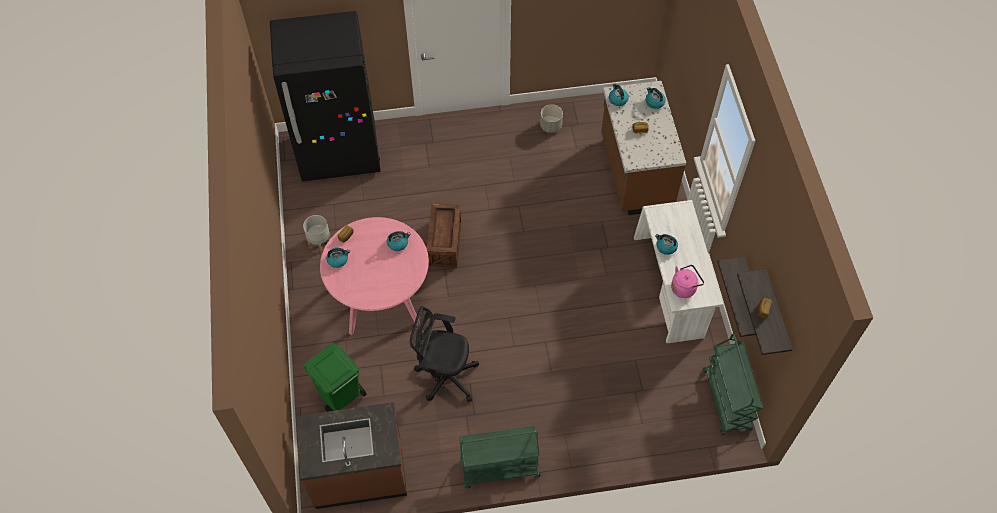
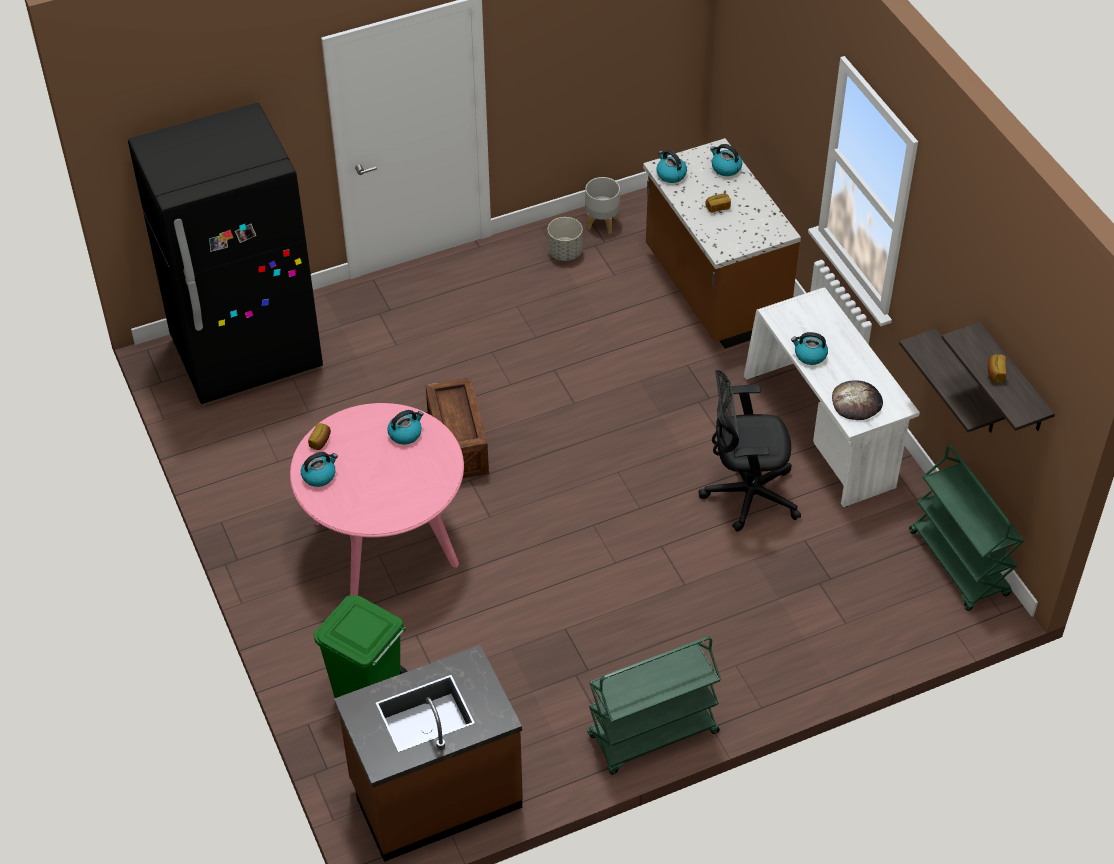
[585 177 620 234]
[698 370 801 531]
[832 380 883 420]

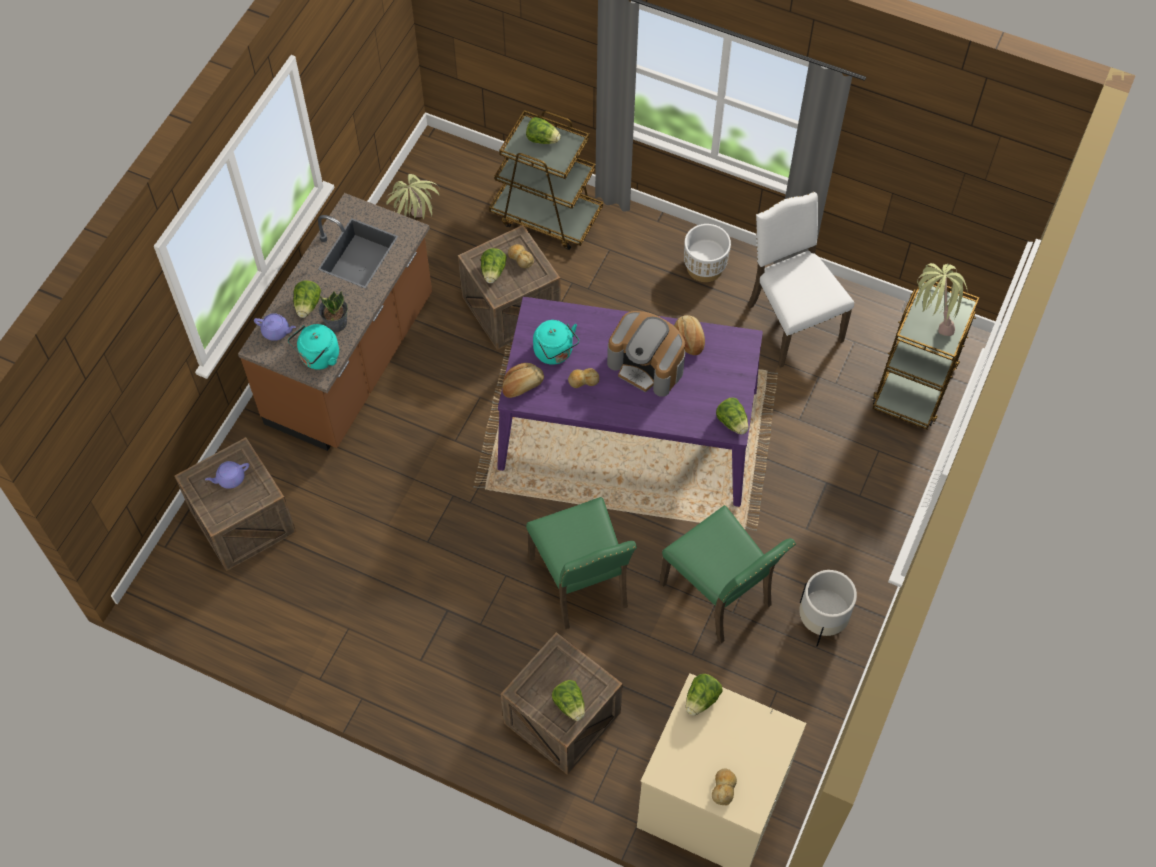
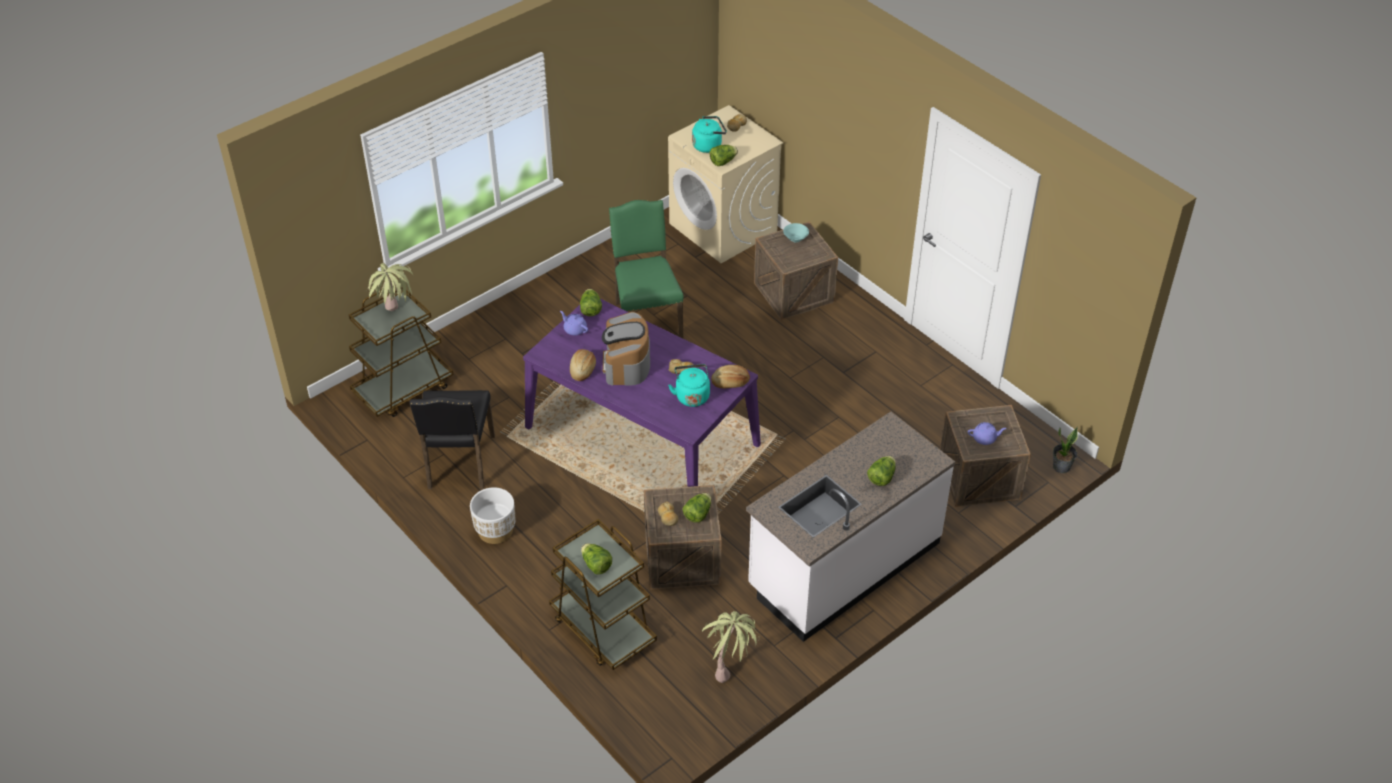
[526 497 637 630] (first image)
[799 570 857 647] (first image)
[560 311 588 336]
[692 116 727 153]
[1053 426 1078 473]
[783 223 809 242]
[746 412 955 642]
[410 390 495 489]
[602 312 650 386]

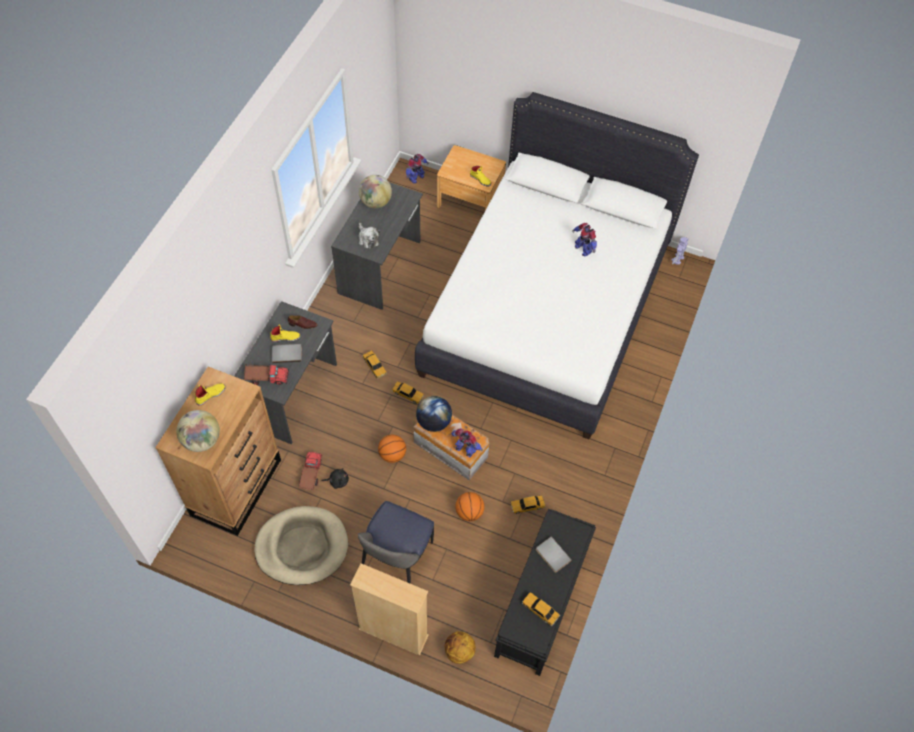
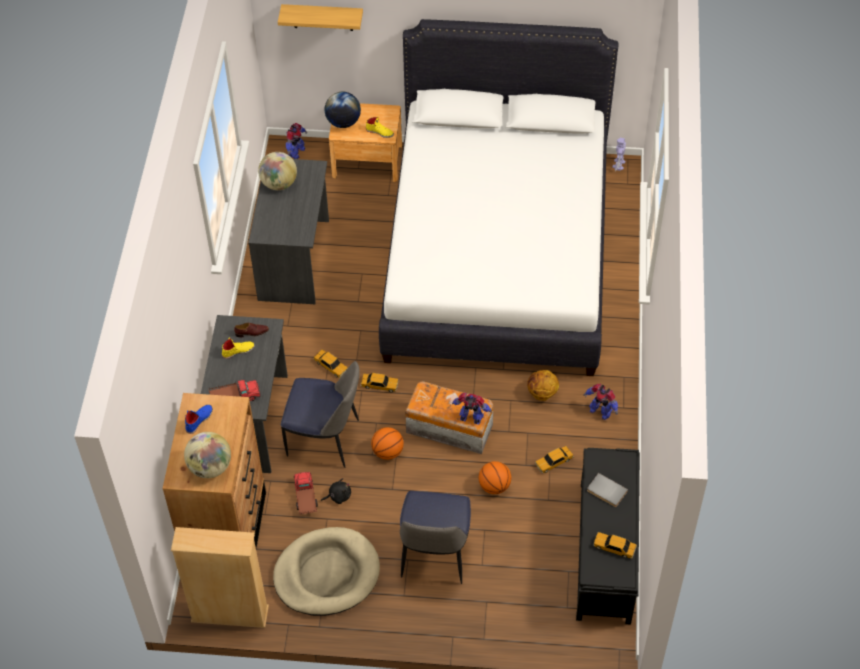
[272 344 302 363] (first image)
[359 223 380 249] (first image)
[278 4 363 31]
[281 361 360 468]
[171 527 269 628]
[325 92 361 128]
[527 370 559 401]
[583 384 618 420]
[185 405 213 434]

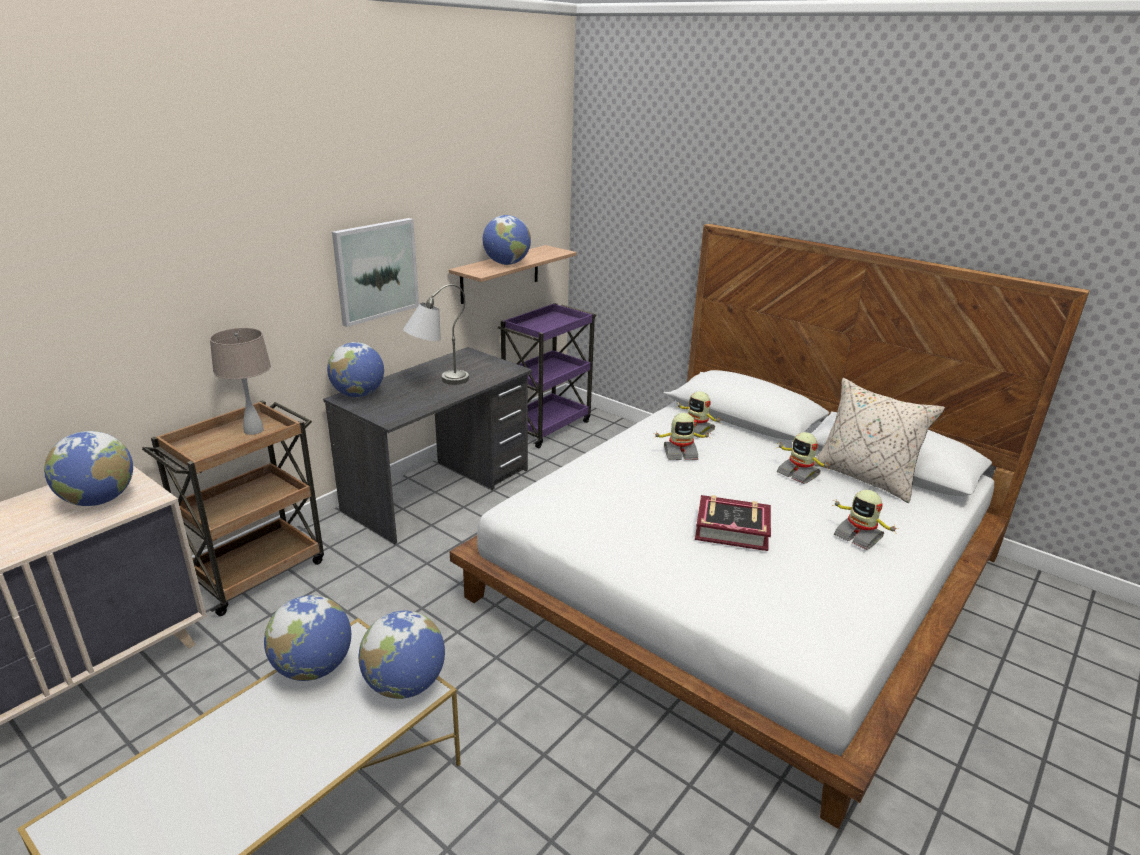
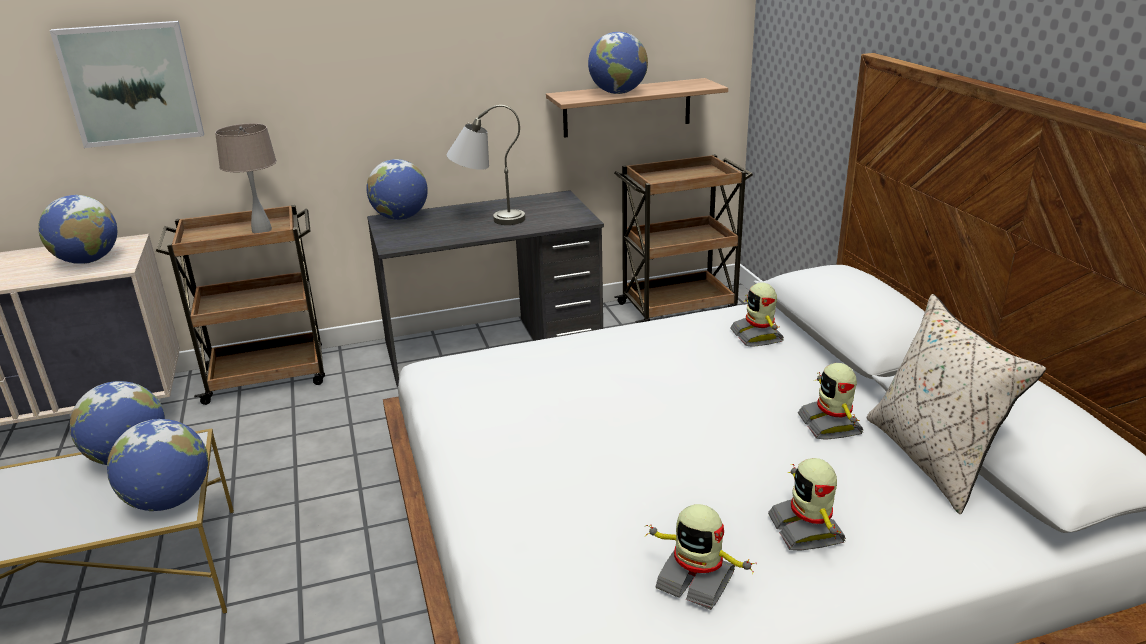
[695 495 771 551] (first image)
[50 21 204 148]
[645 504 757 610]
[614 155 753 323]

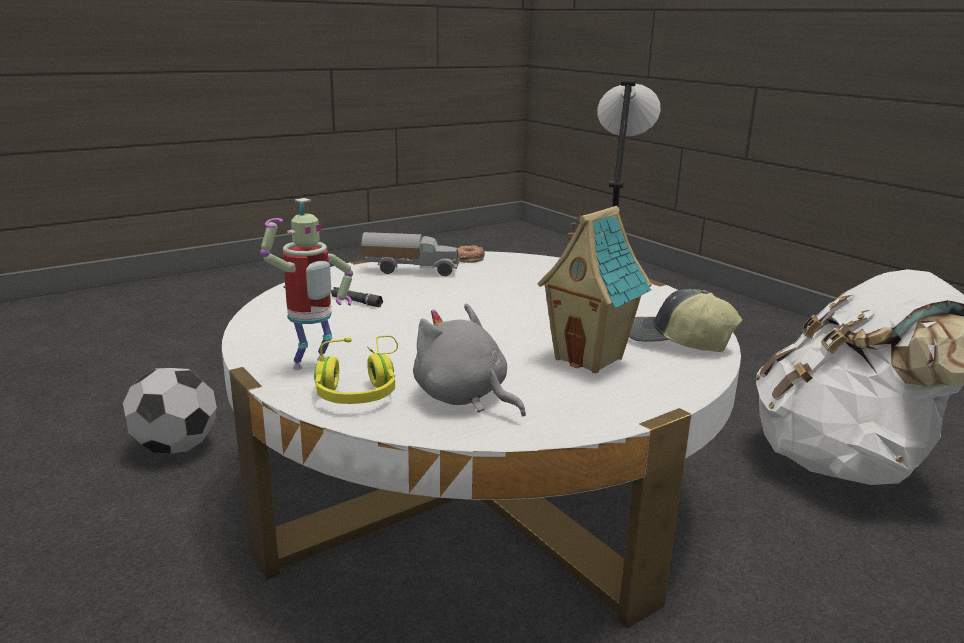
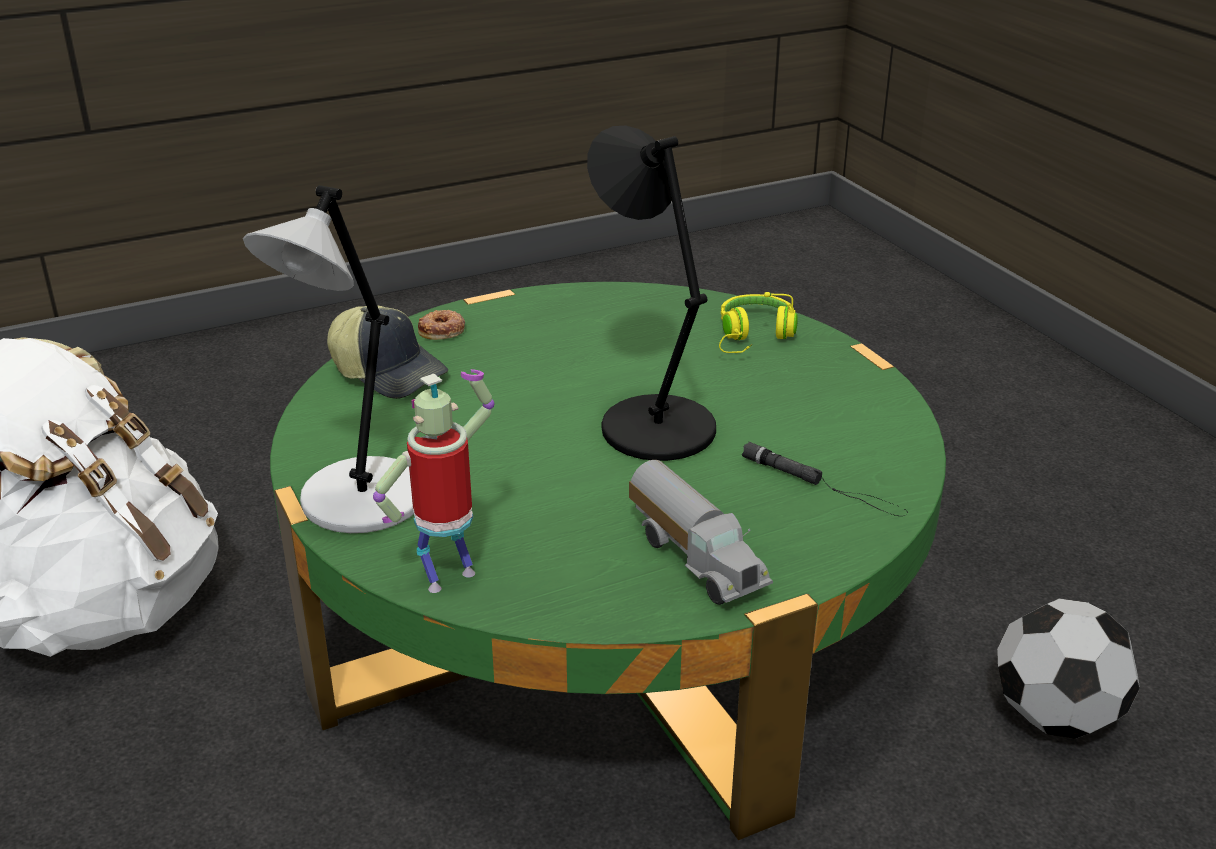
[413 303 526 417] (first image)
[538 206 652 373] (first image)
[587 125 716 461]
[373 369 494 593]
[418 310 465 340]
[270 282 946 840]
[629 460 773 605]

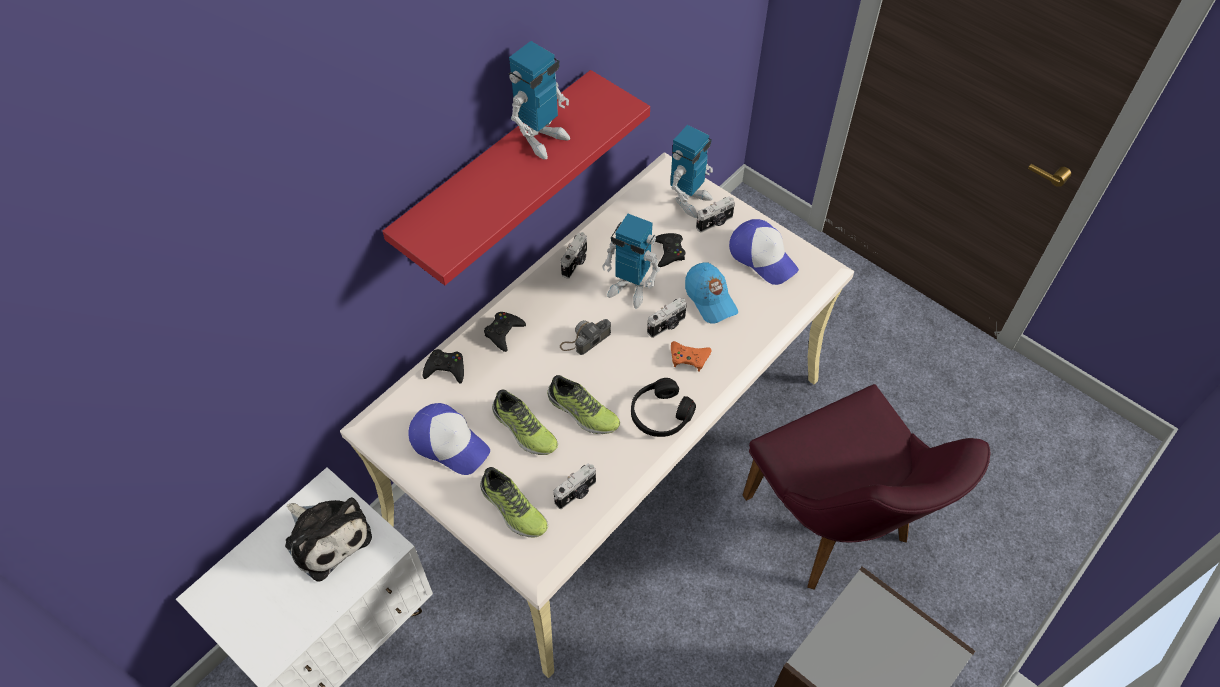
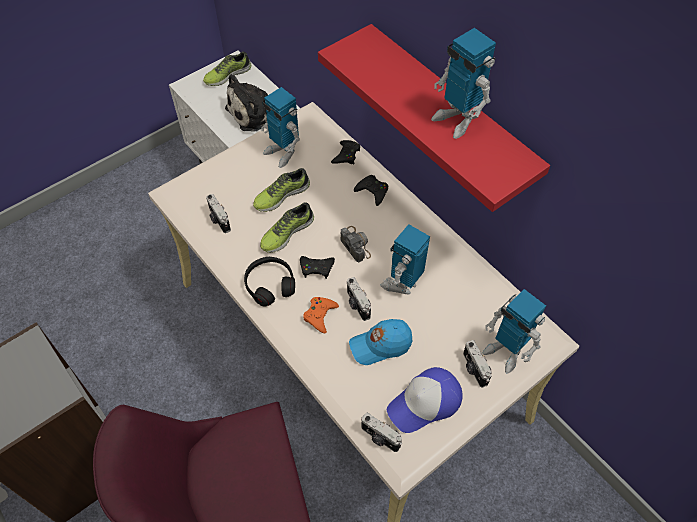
[203 52 251 86]
[361 413 402 452]
[300 256 335 279]
[261 87 300 168]

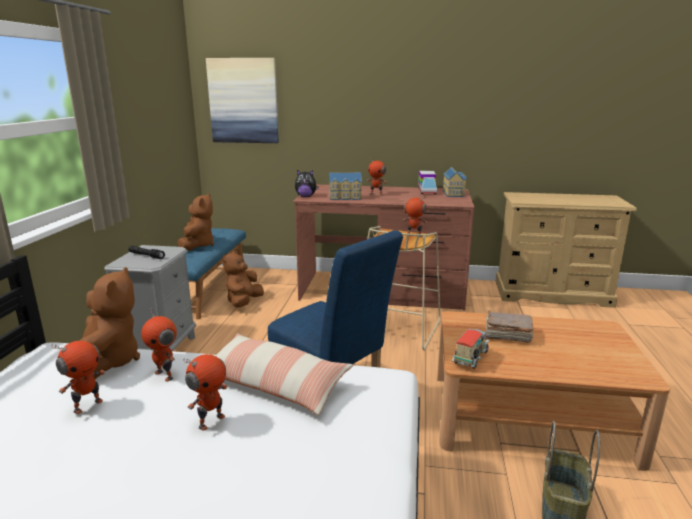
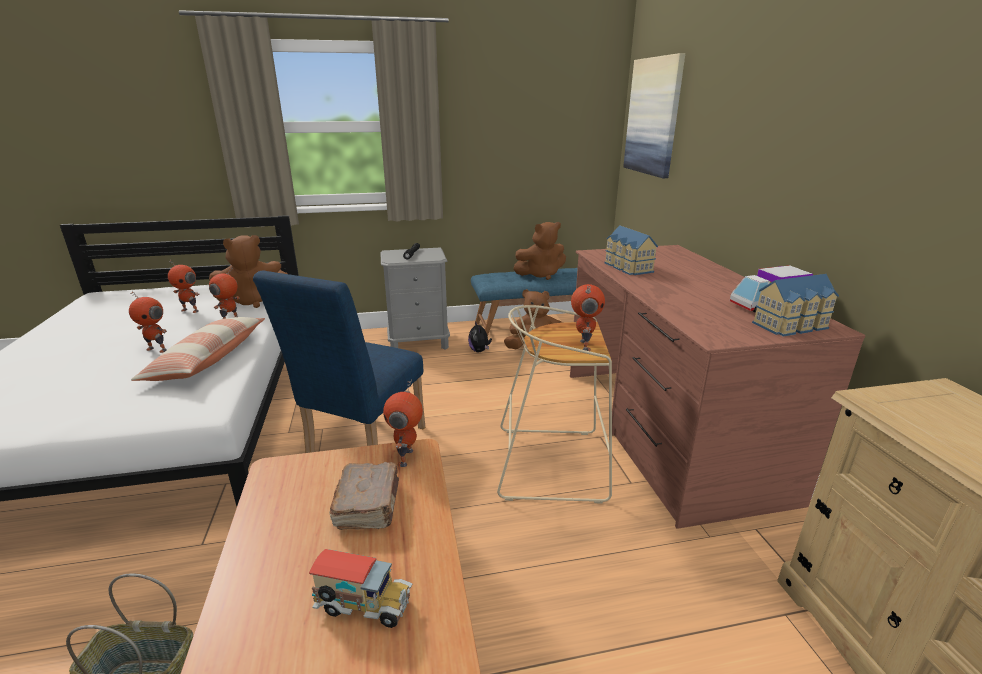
[468 321 492 352]
[383 380 423 467]
[309 549 412 628]

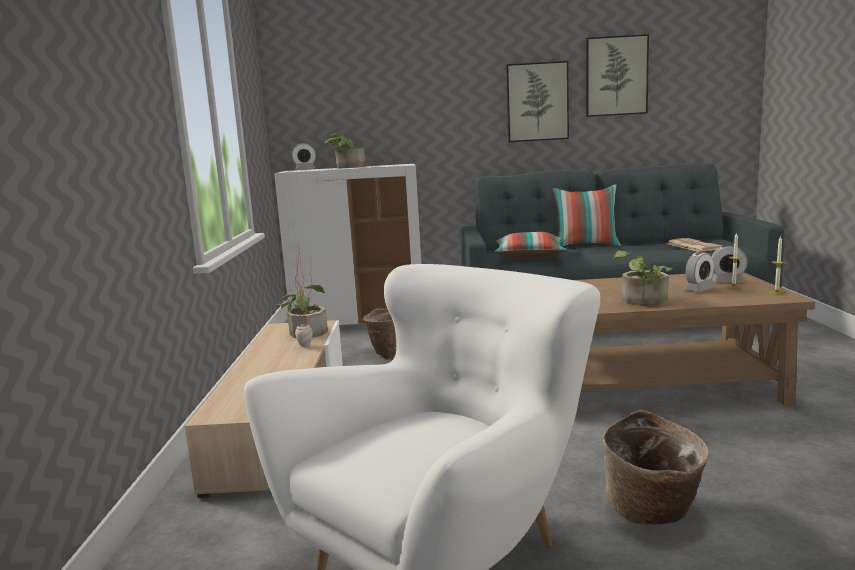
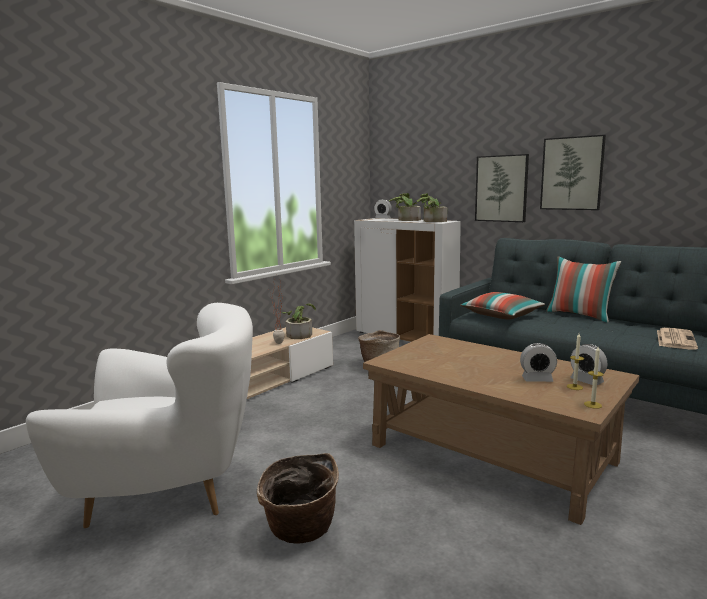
[475 154 529 222]
[417 193 447 222]

